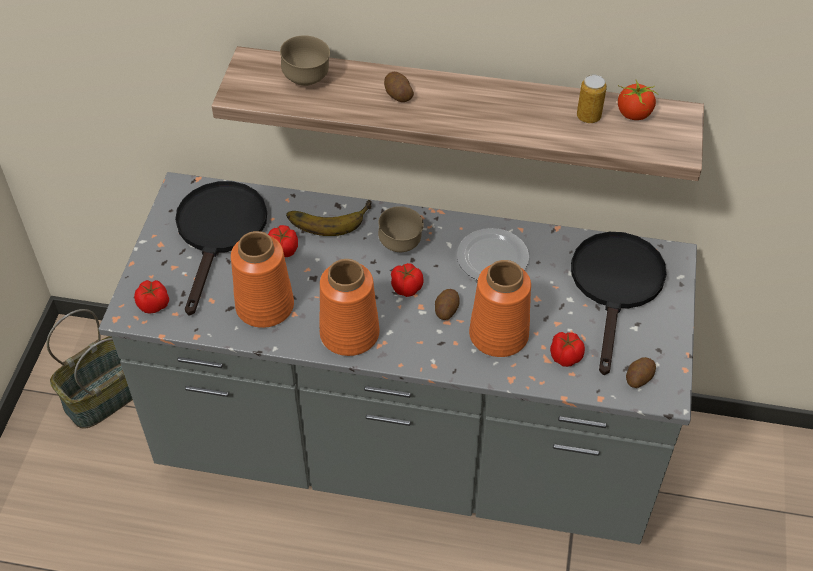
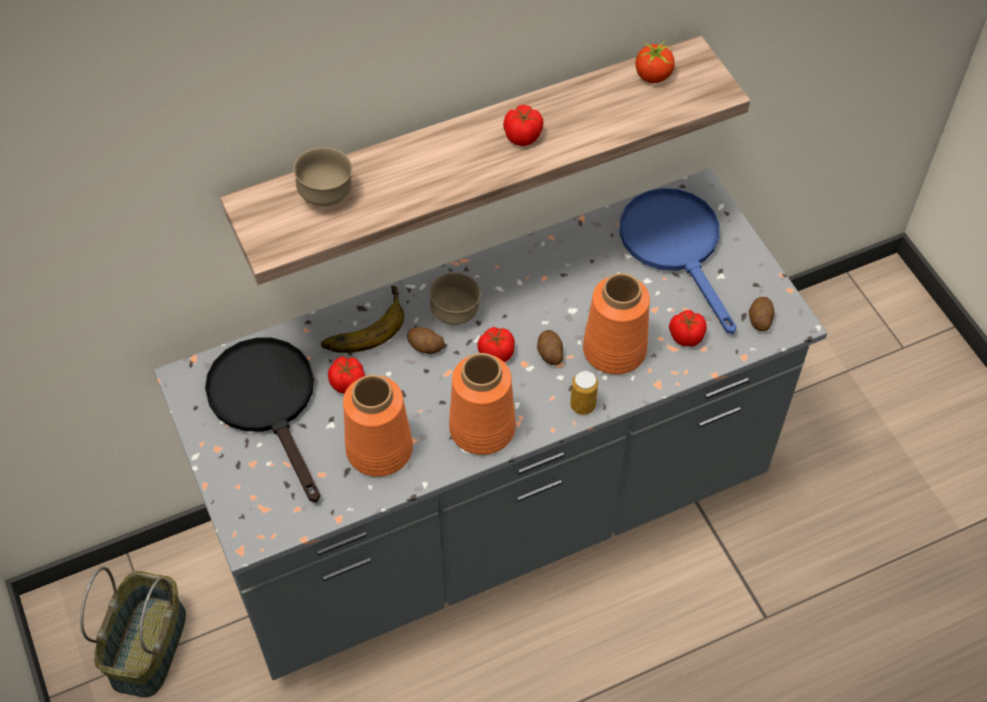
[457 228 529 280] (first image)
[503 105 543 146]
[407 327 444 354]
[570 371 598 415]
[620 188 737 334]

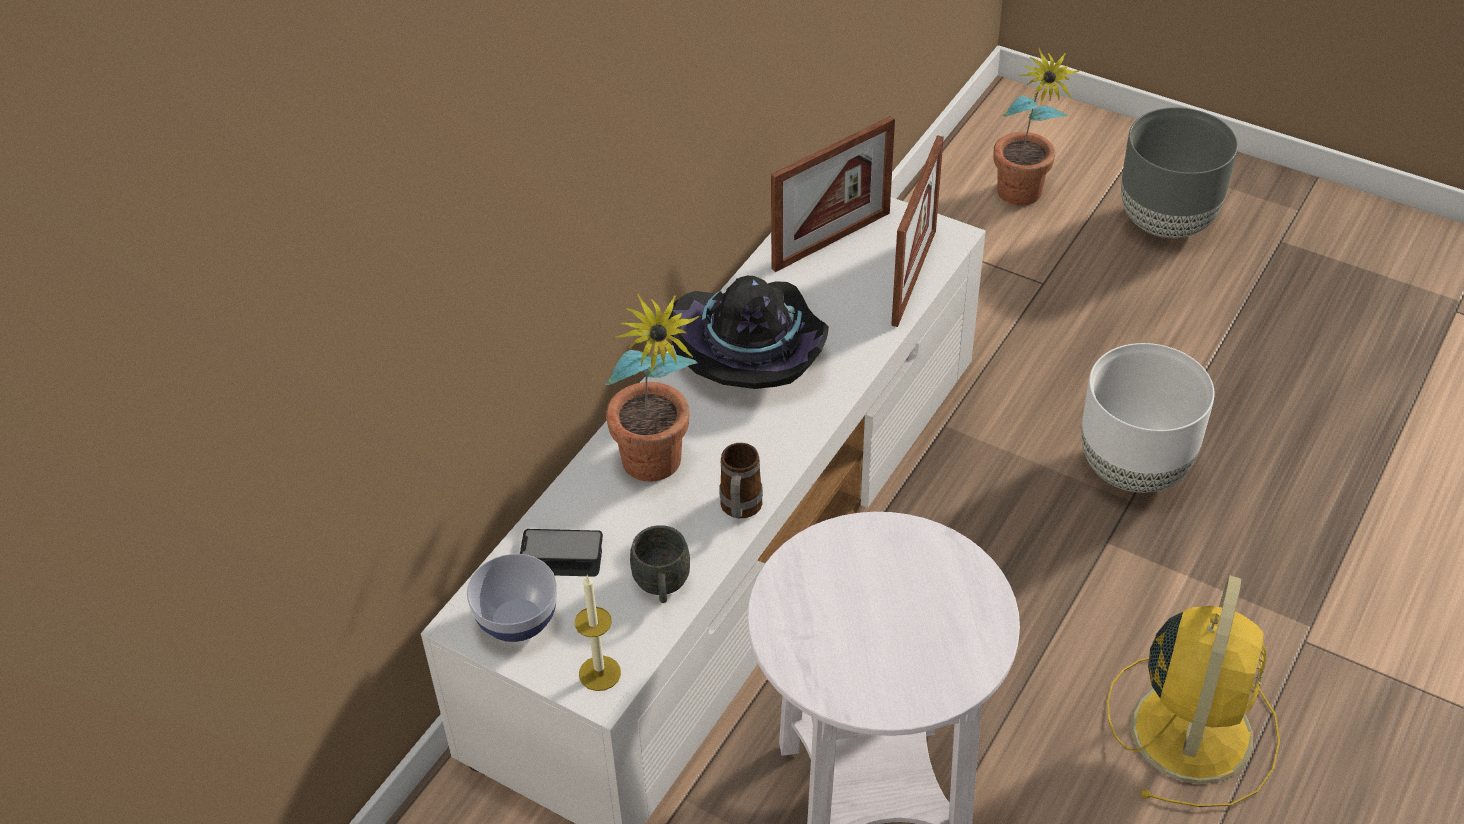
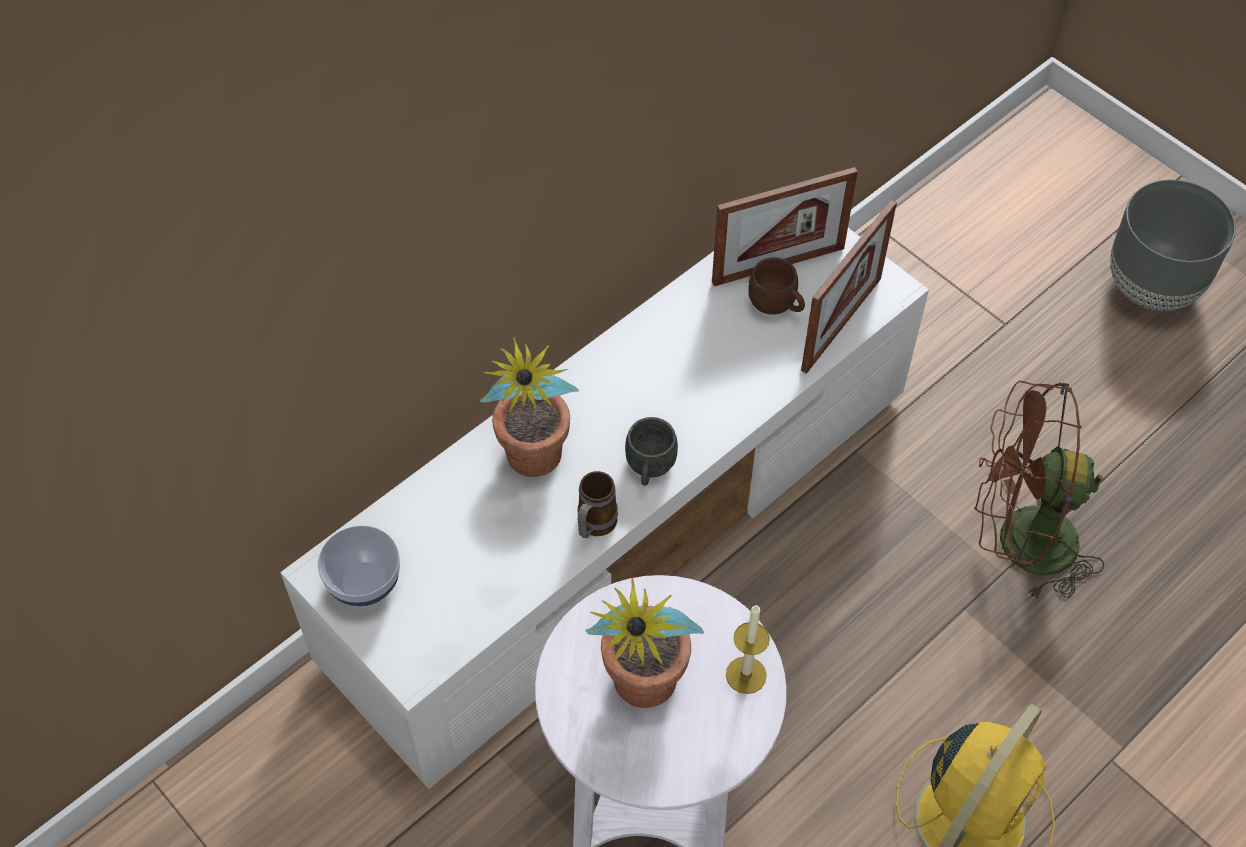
[520 529 603 577] (first image)
[669 276 829 389] (first image)
[749 257 805 315]
[726 604 770 694]
[625 417 678 486]
[585 578 704 708]
[974 381 1104 601]

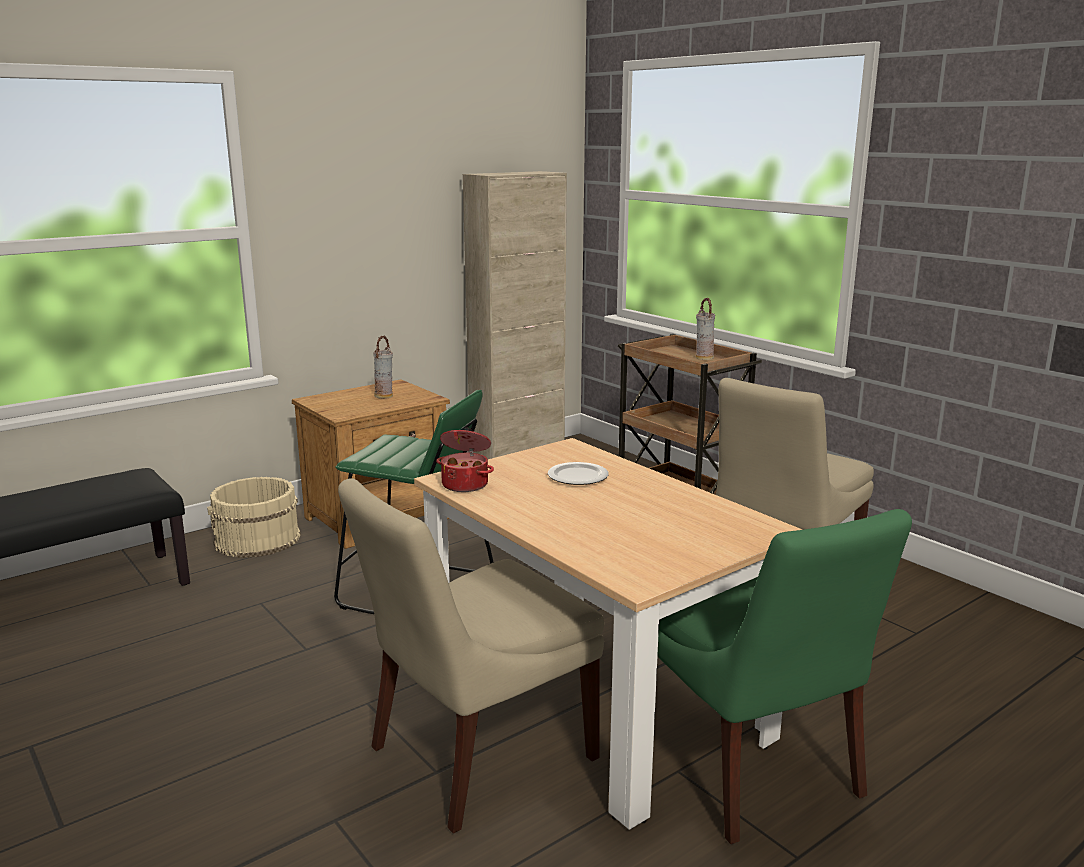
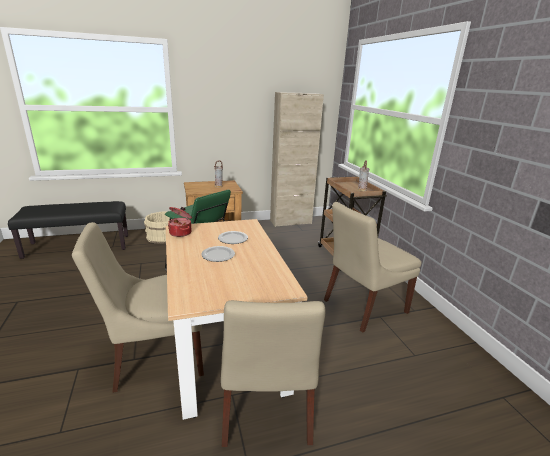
[201 246 235 262]
[221 300 325 447]

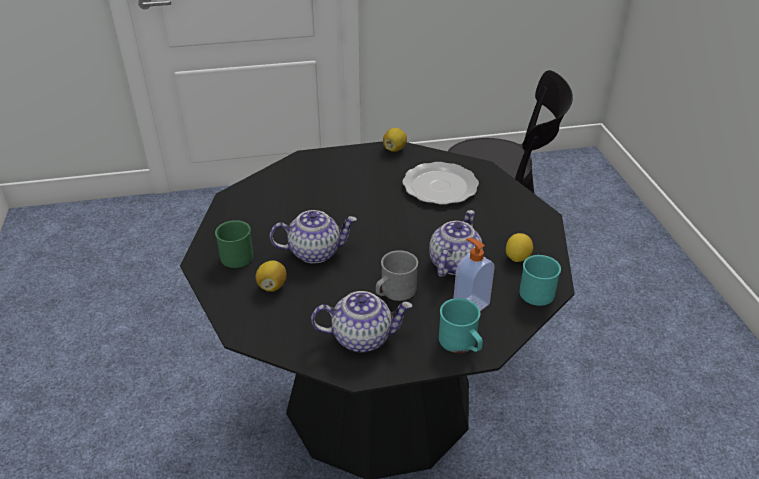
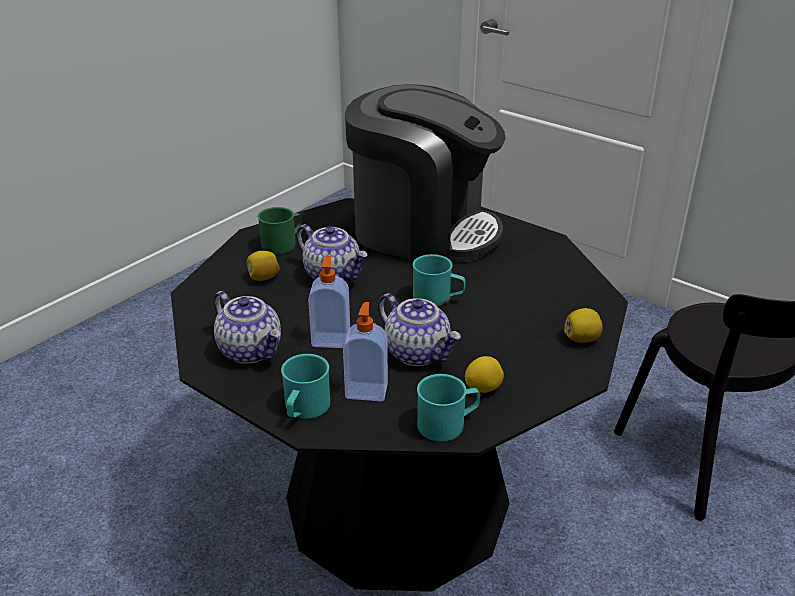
[403 162 479 205] (first image)
[345 84 506 263]
[413 254 466 307]
[564 308 603 343]
[308 256 350 348]
[378 293 461 366]

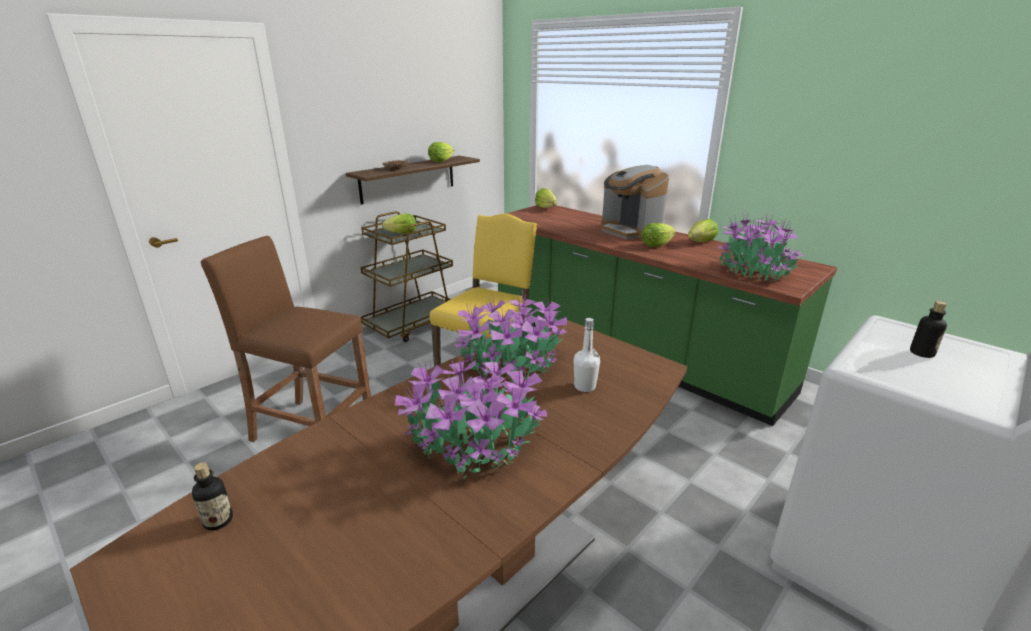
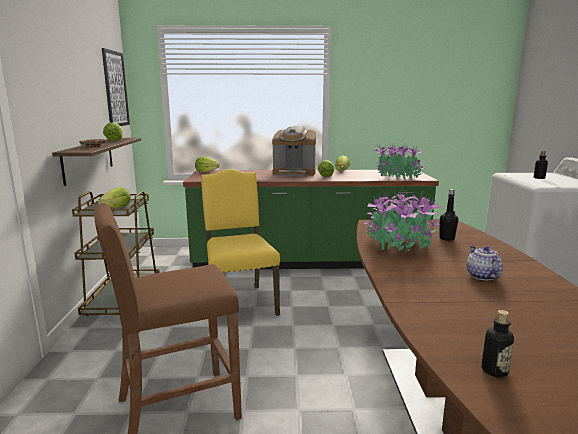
[102 48 130 126]
[467 246 503 280]
[440 189 458 241]

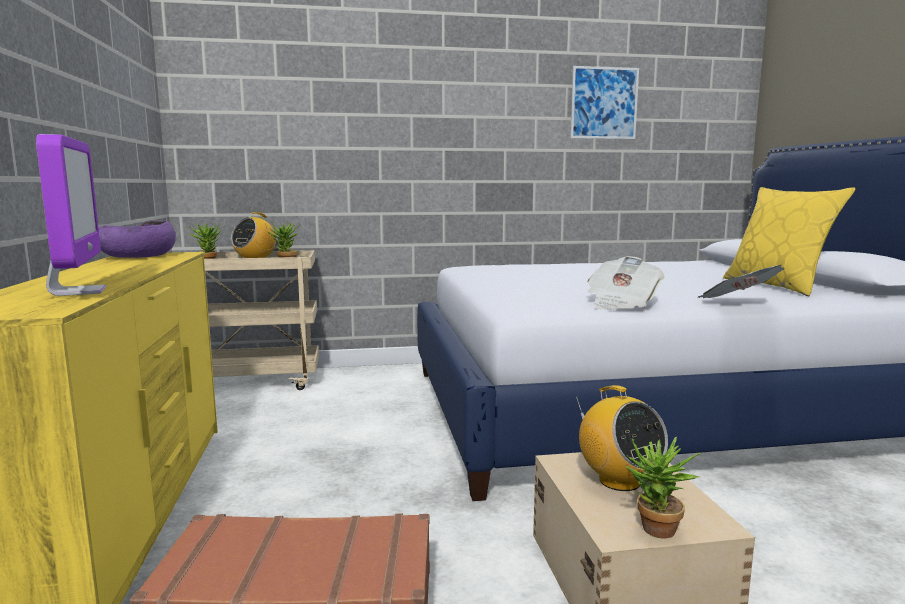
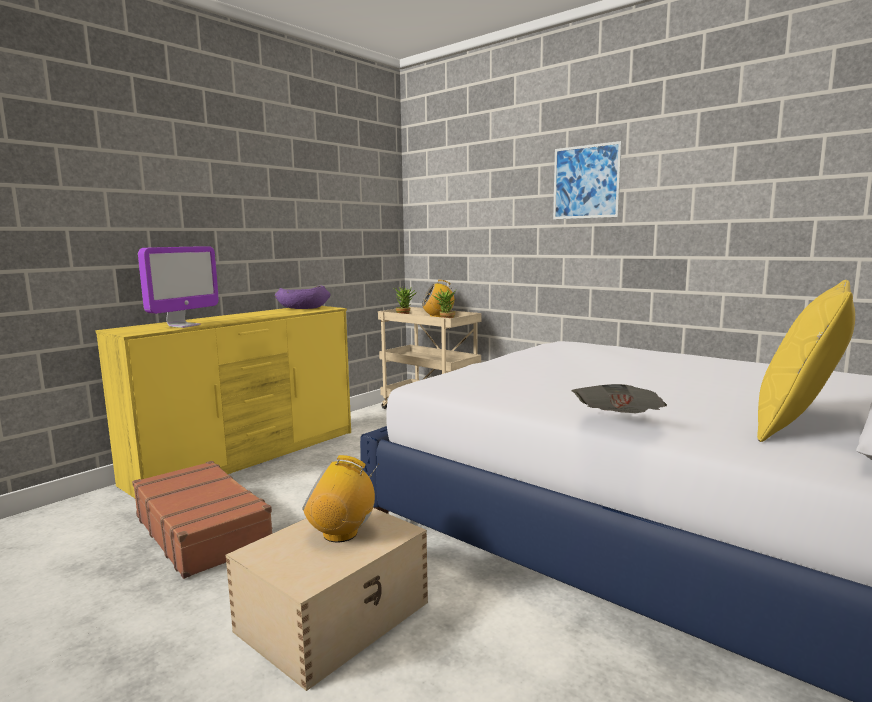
[587 256 664 310] (first image)
[626 436 701 539] (first image)
[553 141 622 219]
[302 455 379 542]

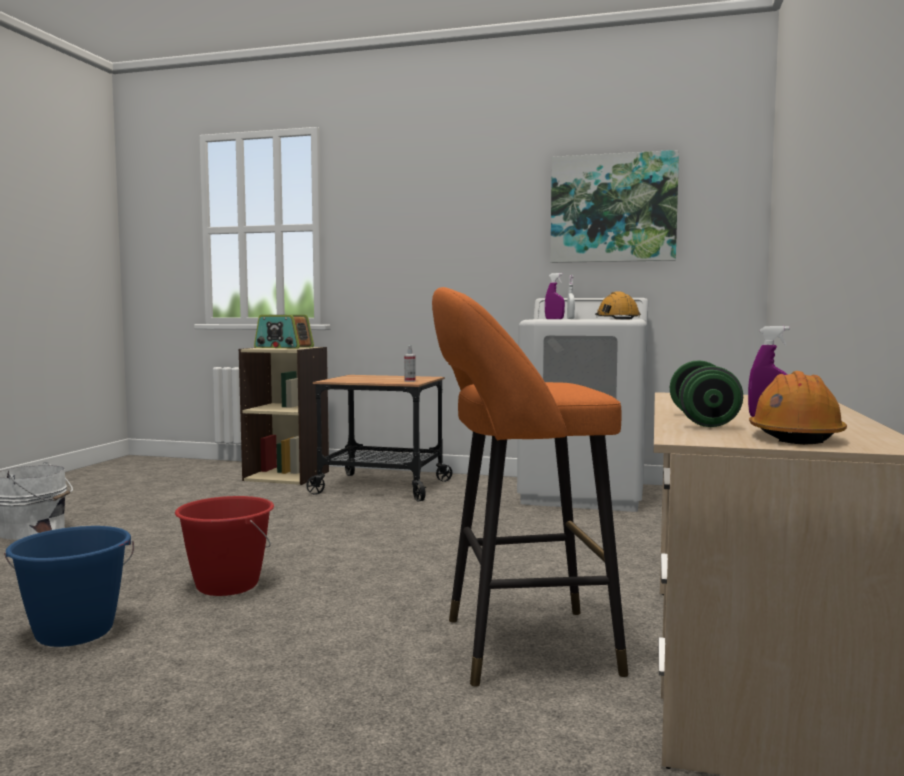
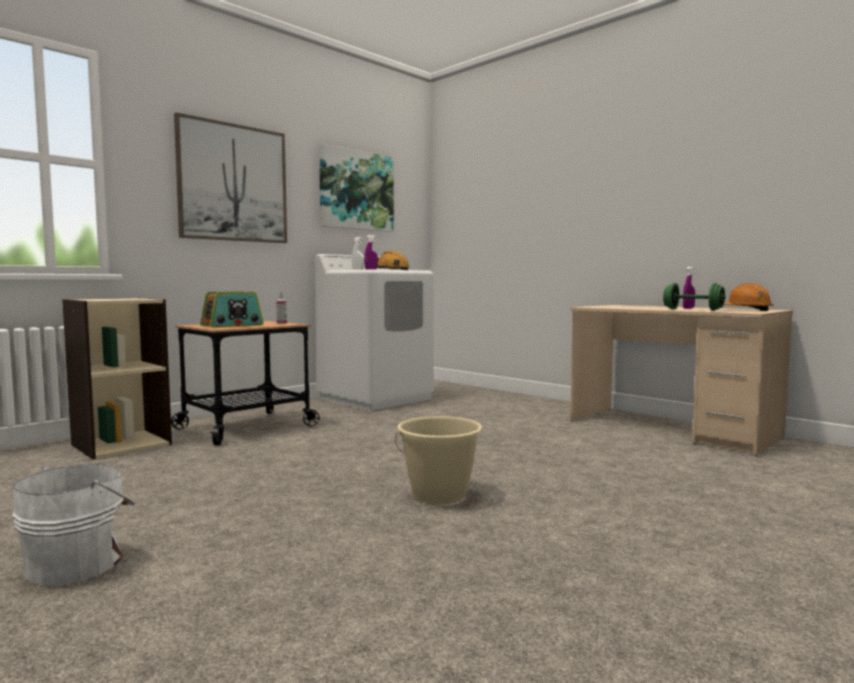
[4 526 134 647] (first image)
[432 287 628 687] (first image)
[174 112 287 243]
[200 291 264 328]
[395 416 482 505]

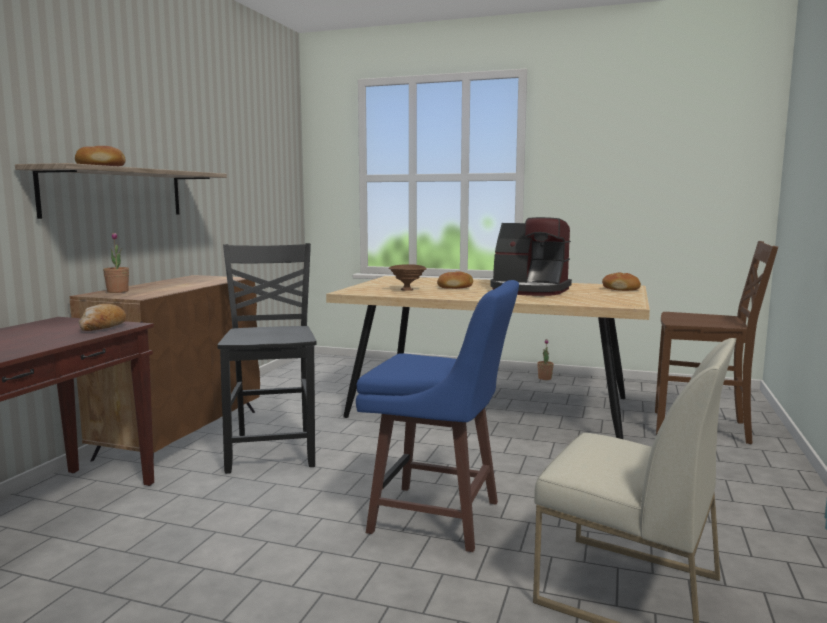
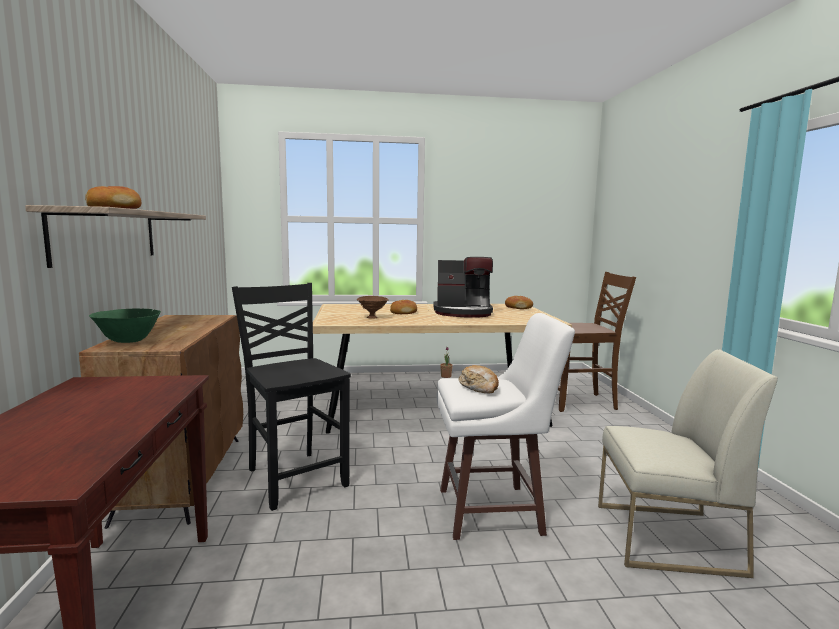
[459 365 499 393]
[89 309 161 343]
[437 313 575 540]

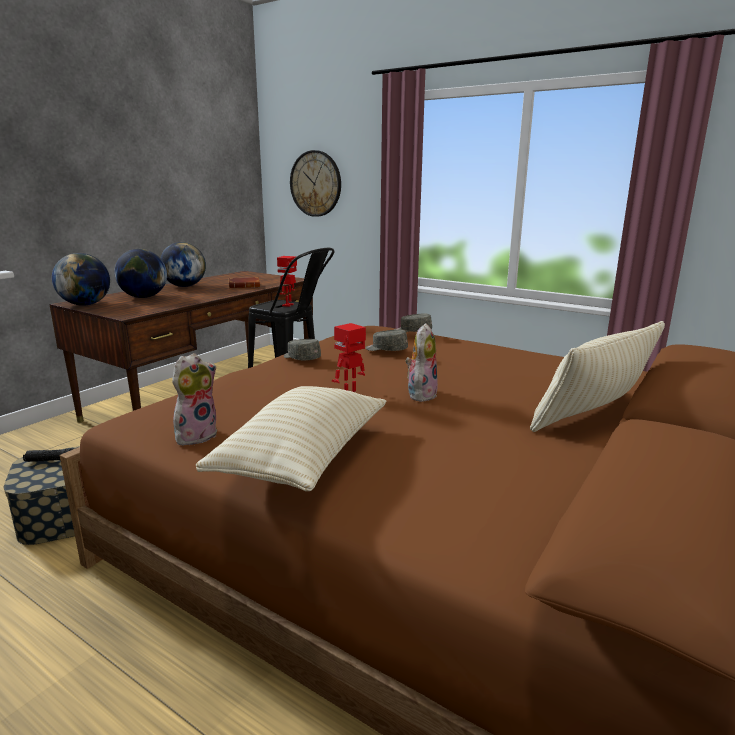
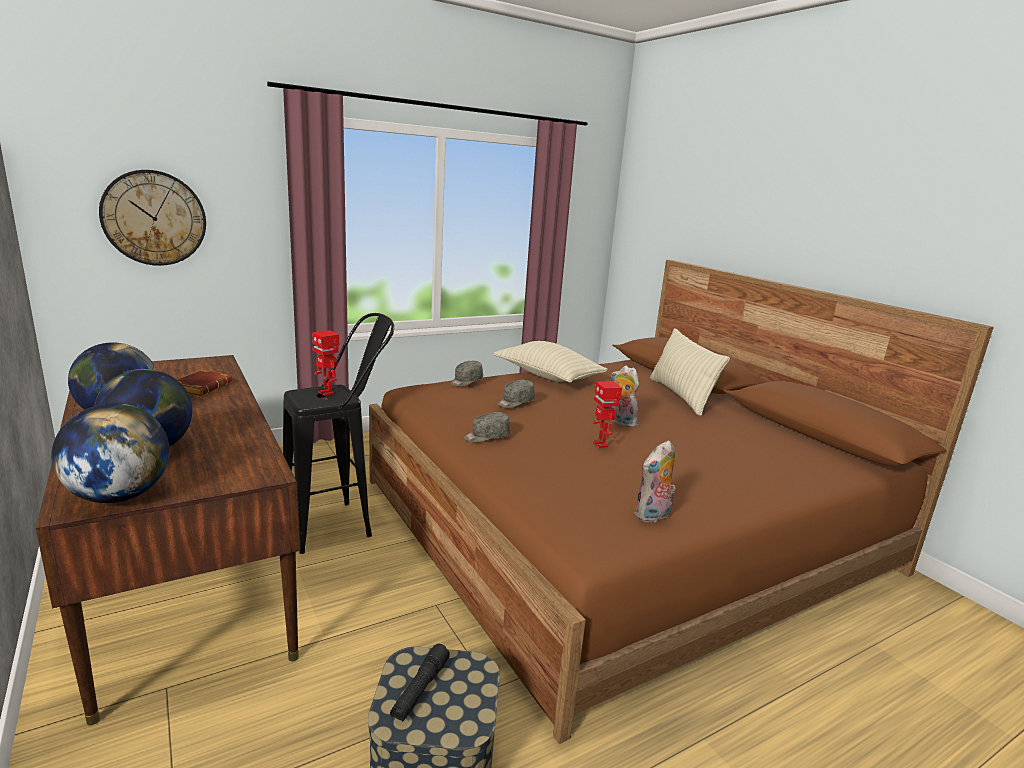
[493 341 608 383]
[634 440 676 523]

